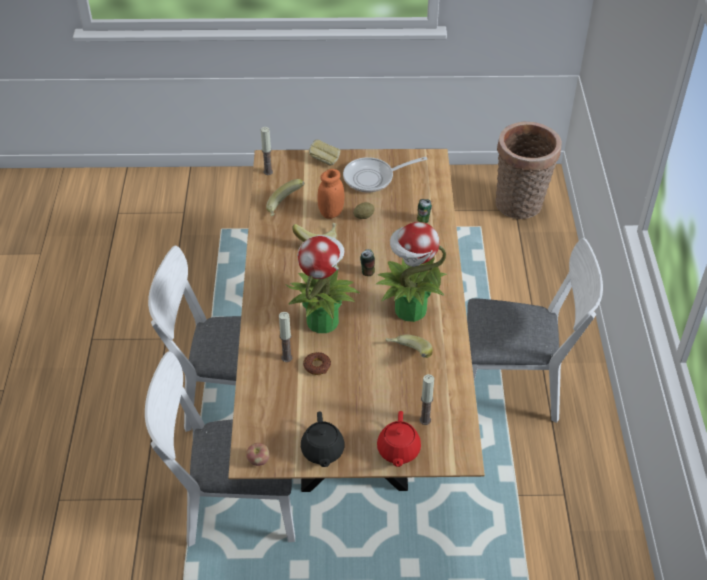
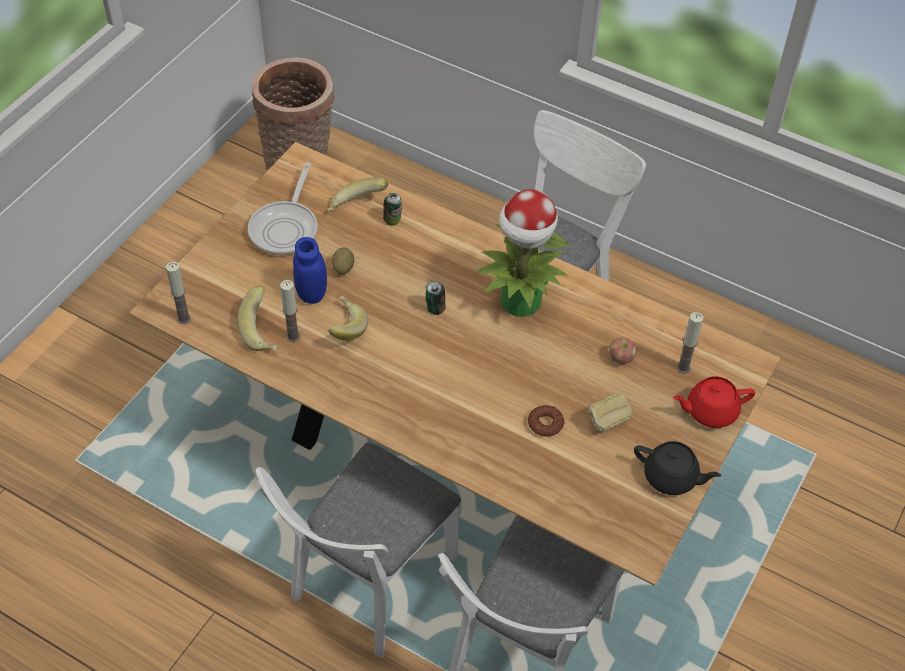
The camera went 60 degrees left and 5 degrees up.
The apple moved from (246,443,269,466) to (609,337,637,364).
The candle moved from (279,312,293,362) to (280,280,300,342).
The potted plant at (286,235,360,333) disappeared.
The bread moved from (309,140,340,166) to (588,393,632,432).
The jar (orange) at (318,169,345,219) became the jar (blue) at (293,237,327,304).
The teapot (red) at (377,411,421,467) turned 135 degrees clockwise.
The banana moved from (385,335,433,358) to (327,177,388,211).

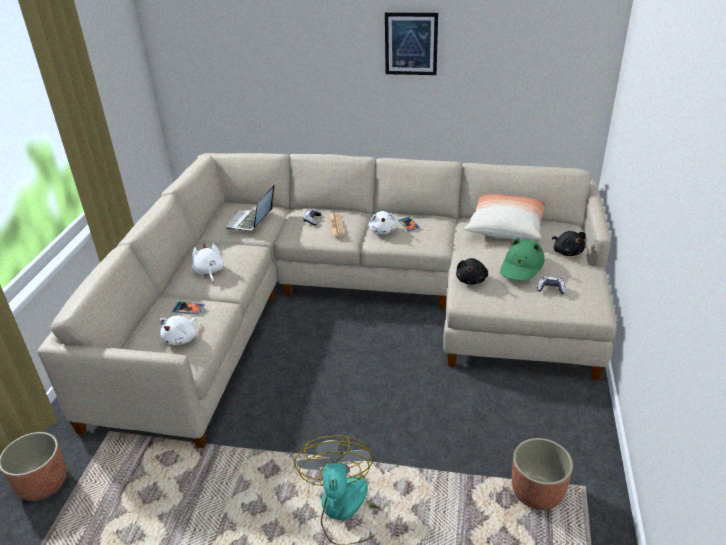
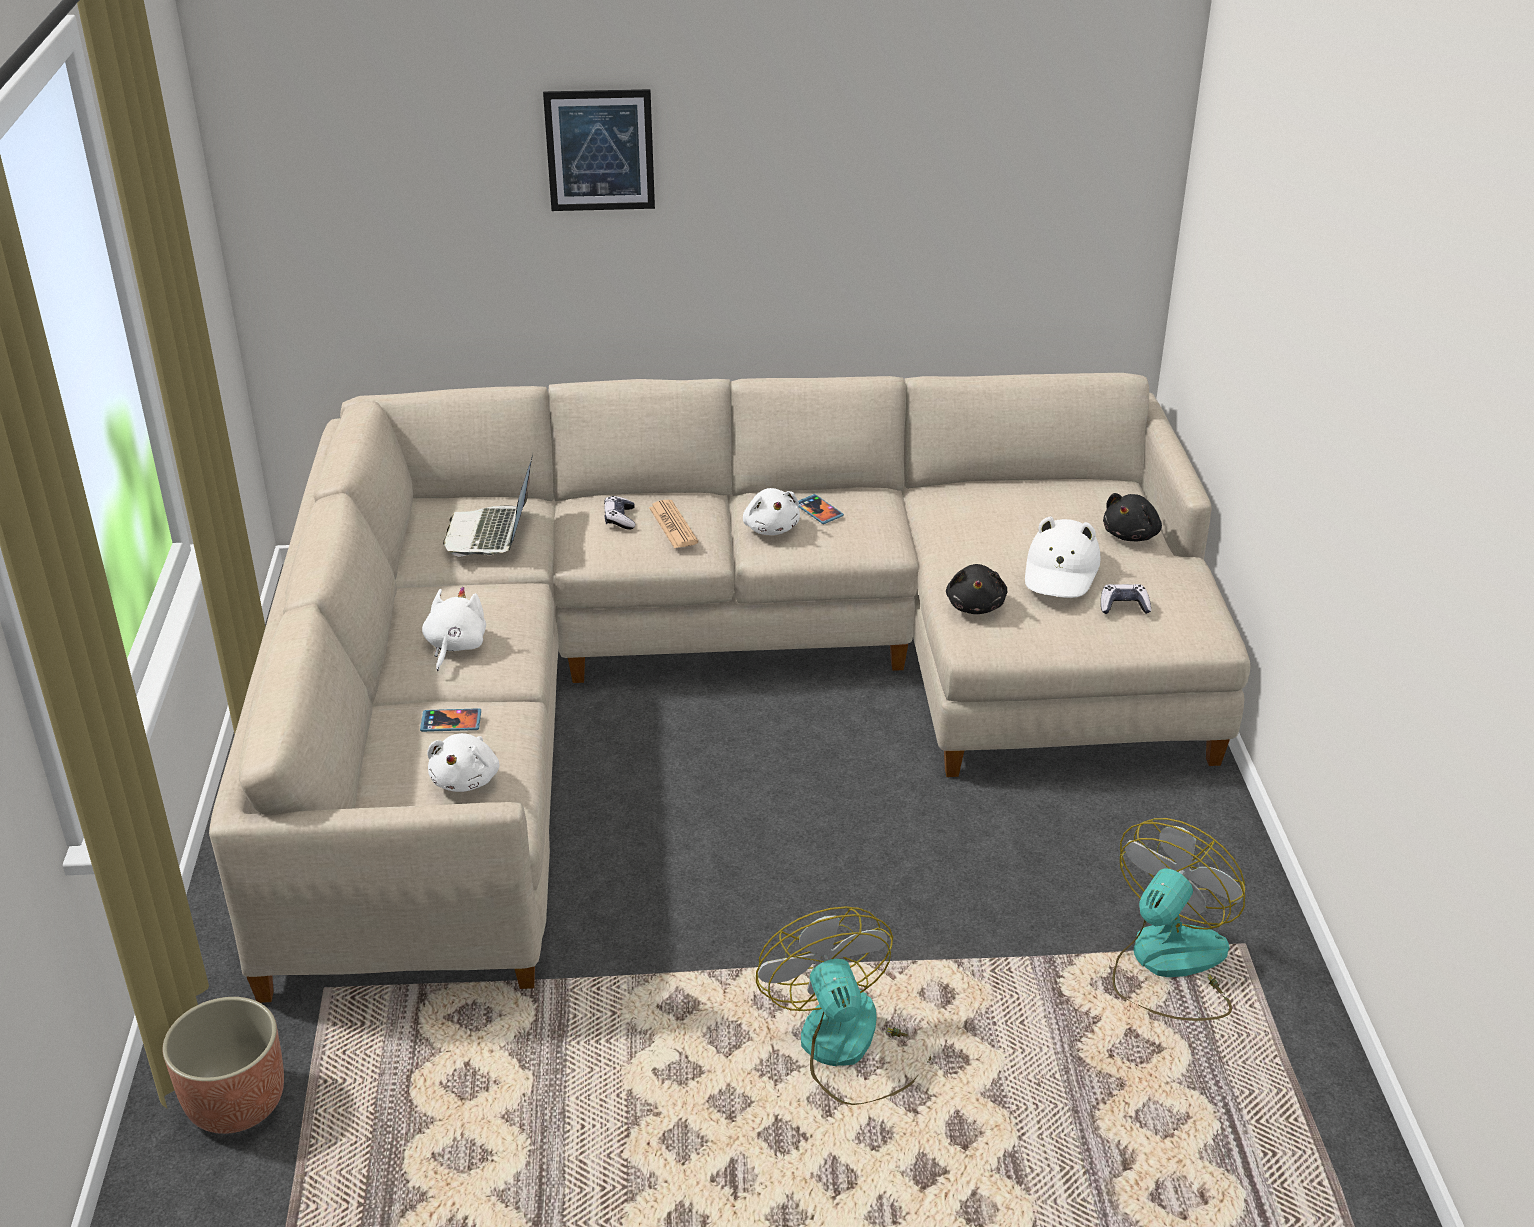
The camera went 15 degrees left and 0 degrees up.
The plush toy (white) at (192,243,224,283) turned 45 degrees clockwise.
The picture moved from (385,12,438,75) to (543,89,655,211).
The pillow at (464,194,546,240) disappeared.
The hat (green) at (500,237,545,281) became the hat (white) at (1025,517,1101,598).
The planter at (512,438,573,510) was replaced by the fan at (1112,818,1245,1021).
The plush toy (black) at (552,231,586,256) turned 75 degrees clockwise.

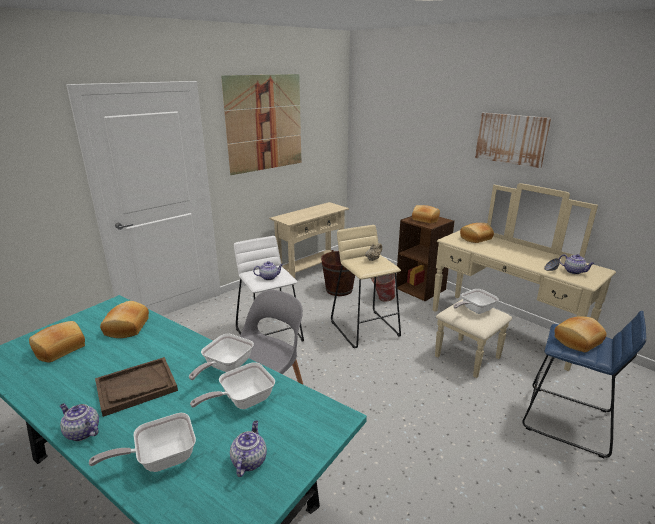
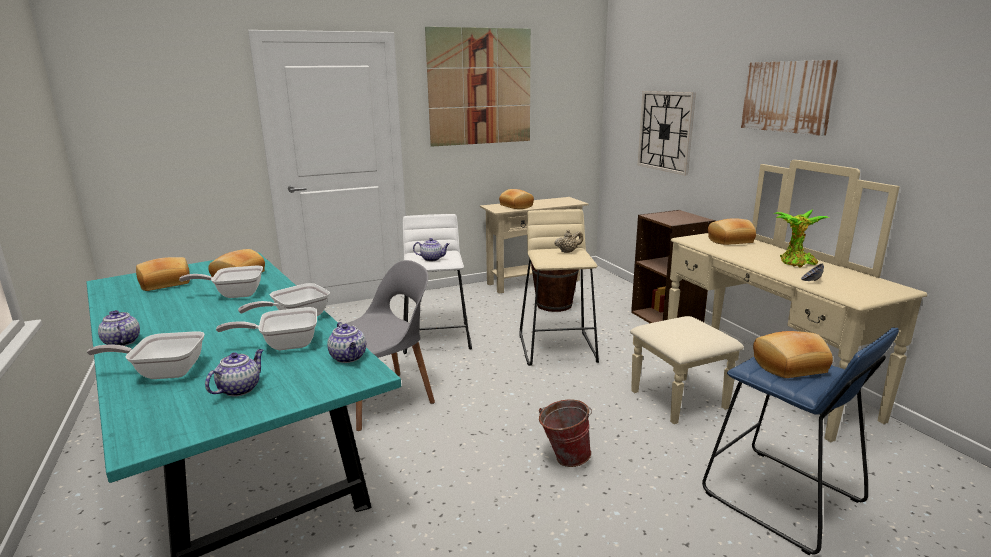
The camera went 20 degrees right and 5 degrees down.
The tray (brown) at (95,357,178,417) disappeared.
The bucket moved from (371,273,395,302) to (539,400,592,467).
The bread moved from (412,205,440,223) to (499,189,534,209).
The frying pan moved from (454,289,499,314) to (179,266,263,298).
The teapot moved from (559,254,595,274) to (327,322,366,363).
The wall clock at (638,91,696,175) appeared.
The potted plant at (773,209,829,268) appeared.

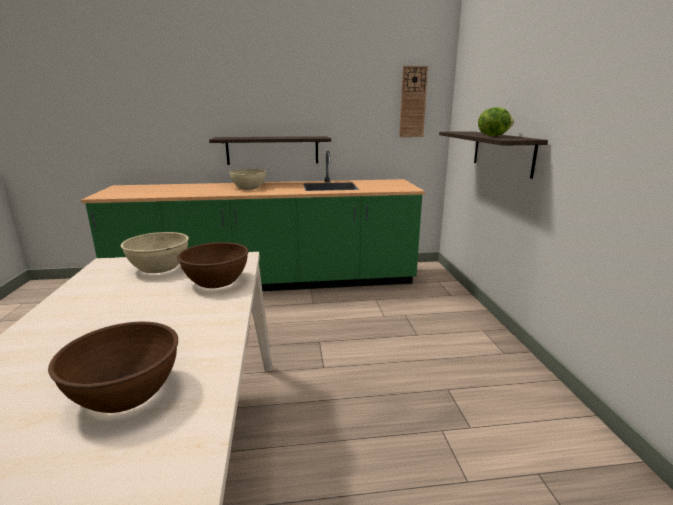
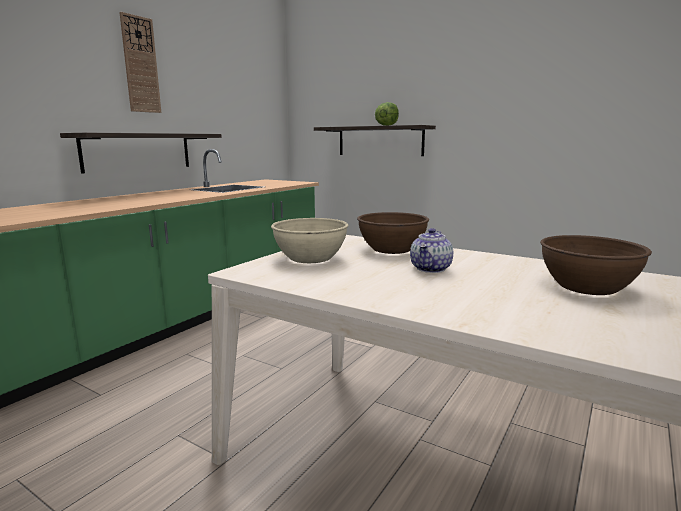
The camera went 50 degrees left and 5 degrees down.
The bowl (beige) at (229,169,266,190) disappeared.
The wall clock moved from (399,66,428,137) to (119,12,161,113).
The teapot at (410,228,453,273) appeared.

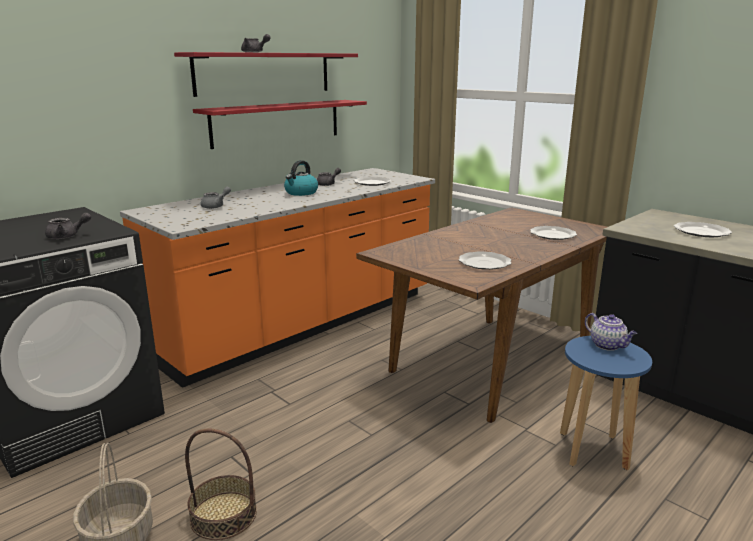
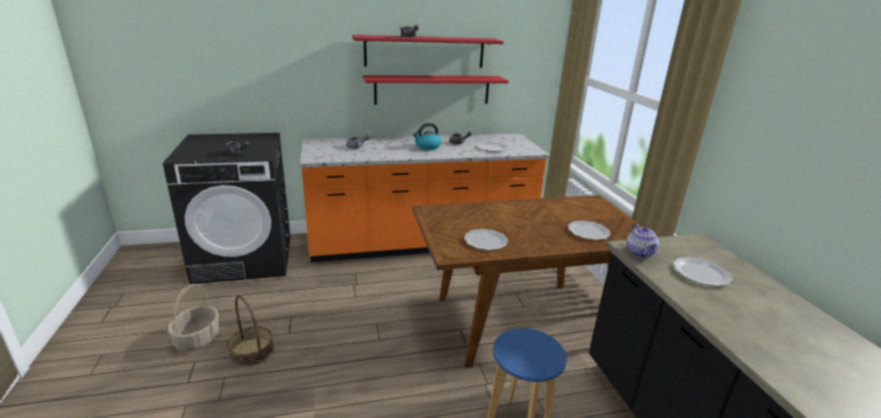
The camera went 30 degrees right and 5 degrees up.
The teapot moved from (585,313,637,351) to (626,223,659,258).

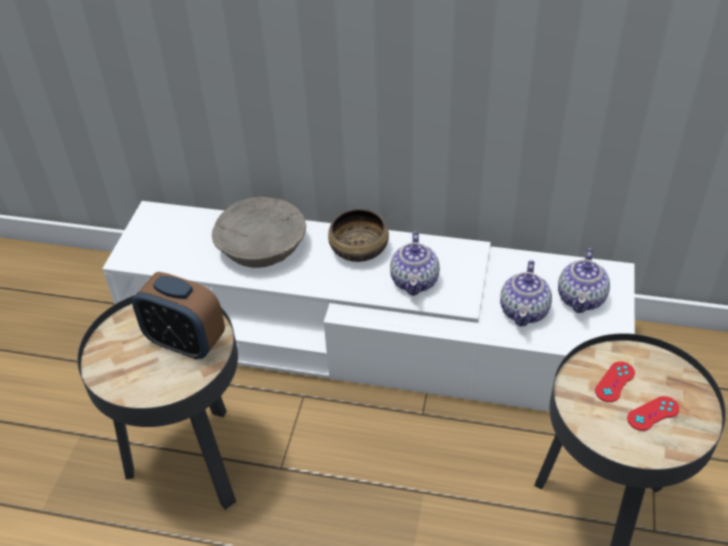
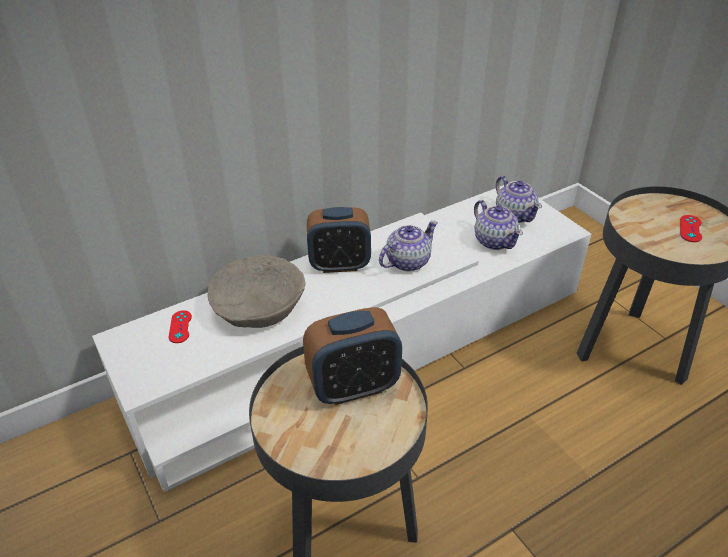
The camera went 45 degrees left and 5 degrees down.
The bowl at (328,209,389,262) was replaced by the alarm clock at (307,207,371,273).
The teapot at (390,231,440,296) turned 90 degrees counterclockwise.
The game controller (red) moved from (595,362,635,402) to (169,310,192,343).

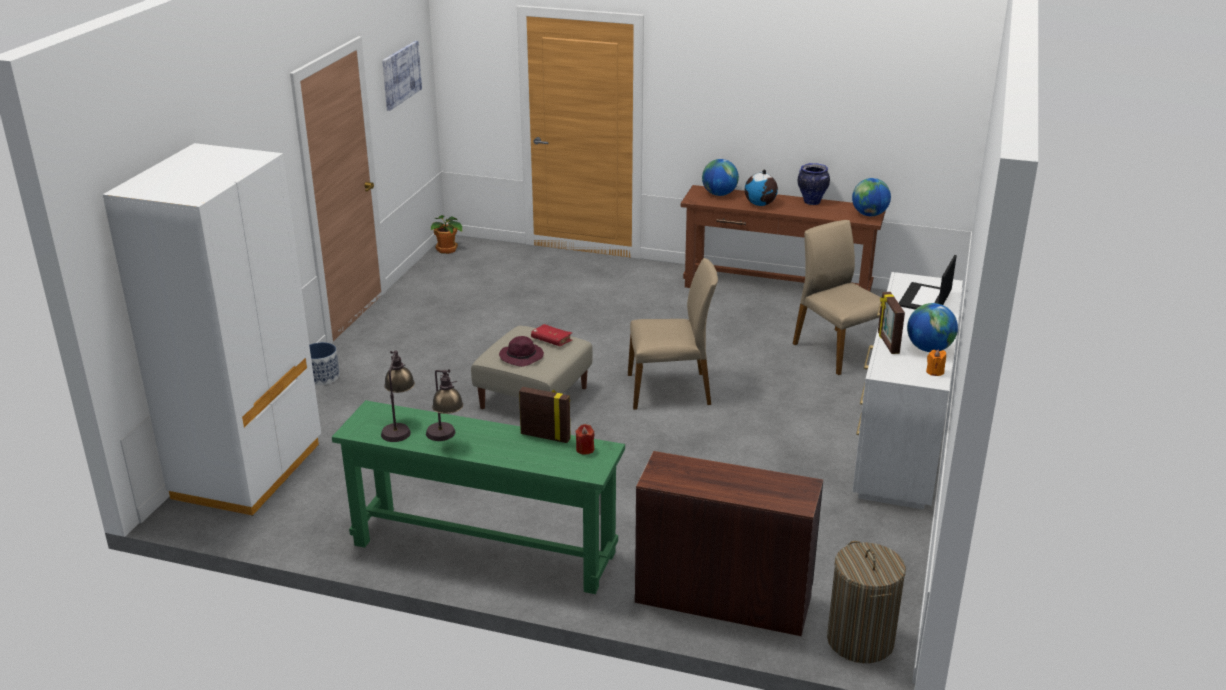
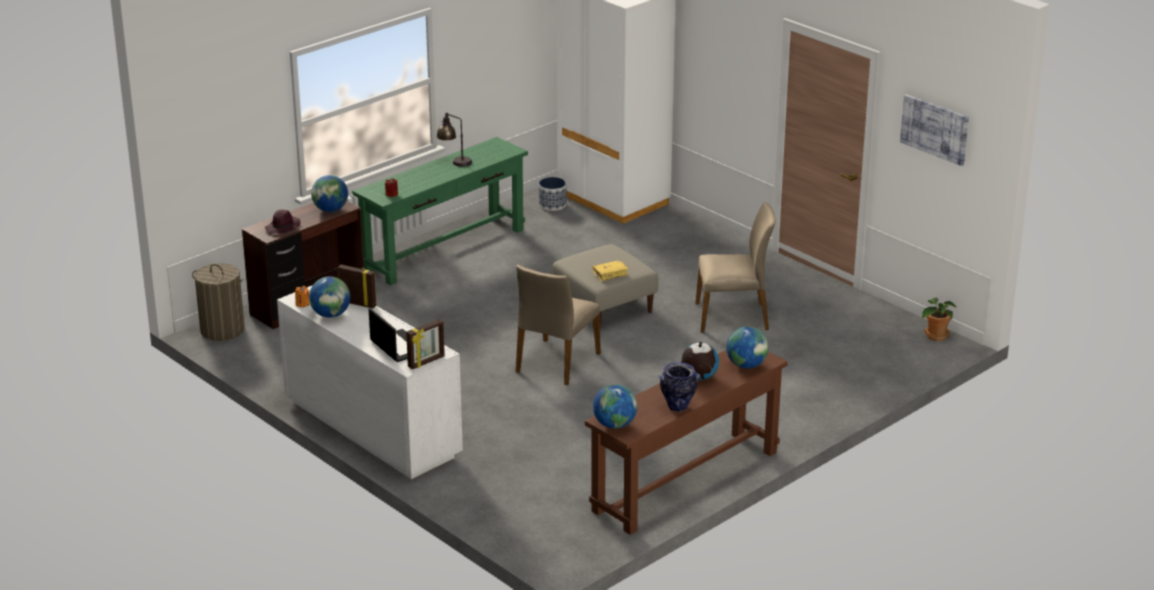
The camera went 120 degrees right and 0 degrees up.
The planter moved from (309,342,340,385) to (539,177,566,211).
The table lamp at (381,351,415,442) disappeared.
The hat (purple) moved from (499,336,544,367) to (265,210,301,234).
The picture frame moved from (519,387,571,443) to (406,319,445,369).
The book (red) at (531,324,572,346) became the book (yellow) at (593,260,628,281).
The chair (beige) moved from (793,220,881,375) to (696,202,776,333).
The globe at (311,175,348,212) appeared.

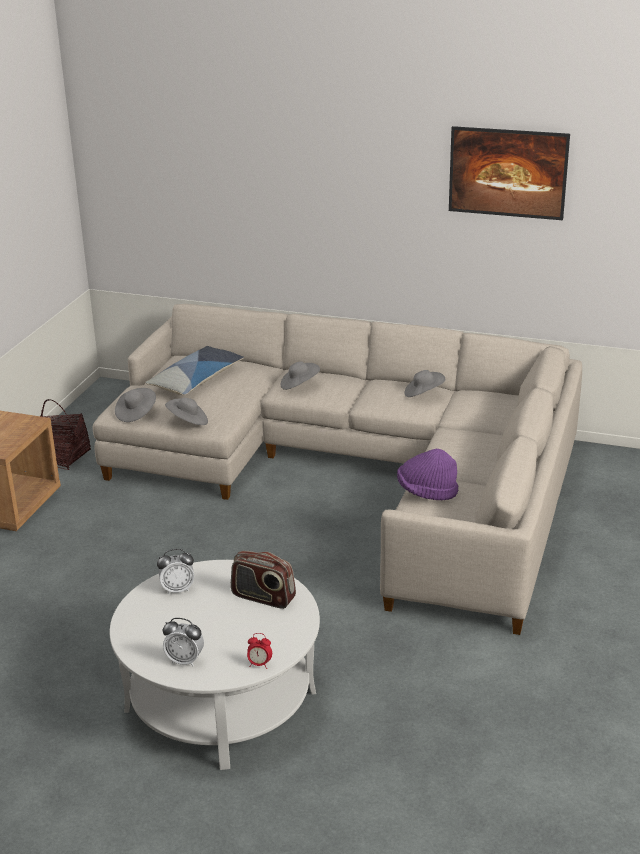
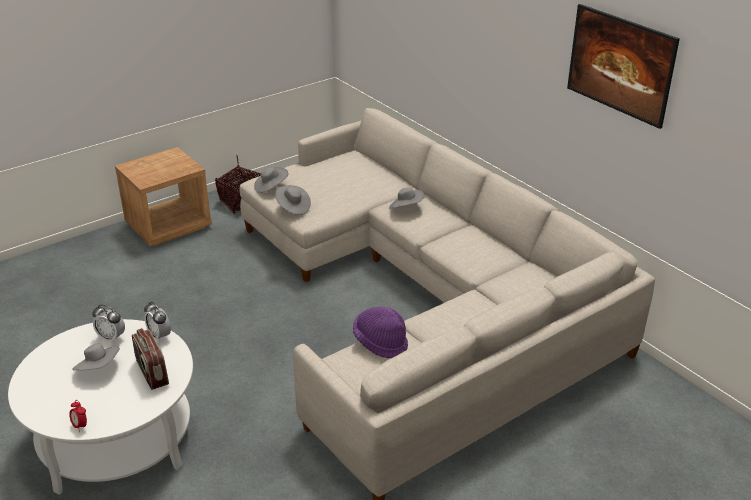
The camera went 35 degrees right and 5 degrees up.
The pillow at (145,346,244,395) disappeared.
The alarm clock moved from (163,618,204,666) to (144,302,171,343).
The hat (grey) moved from (404,370,445,397) to (72,344,120,370).

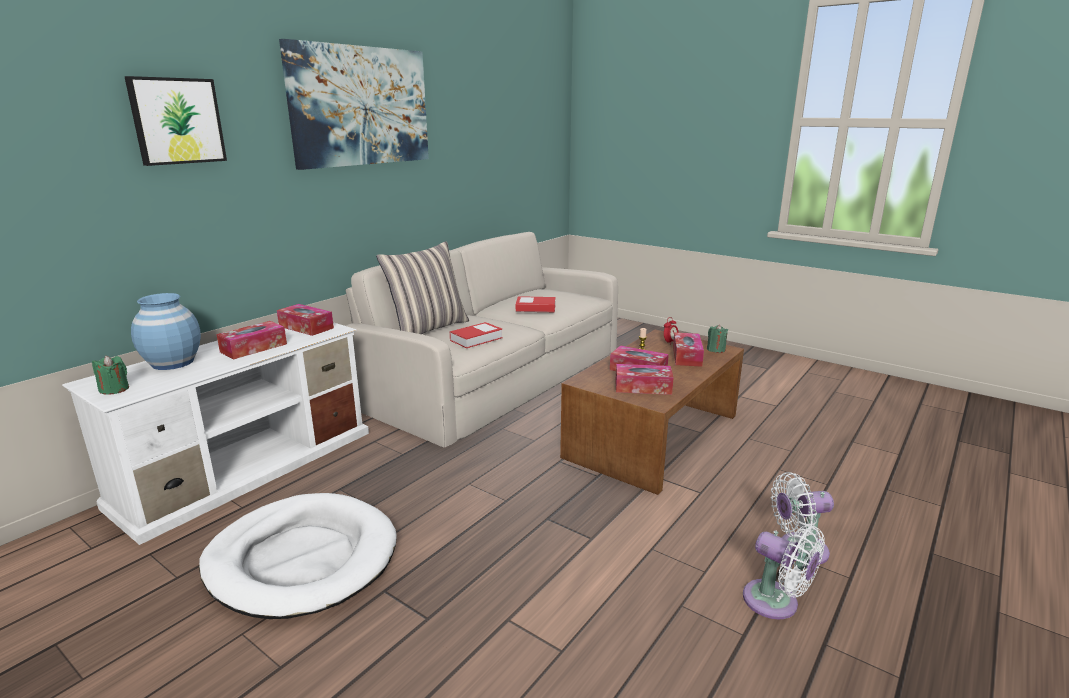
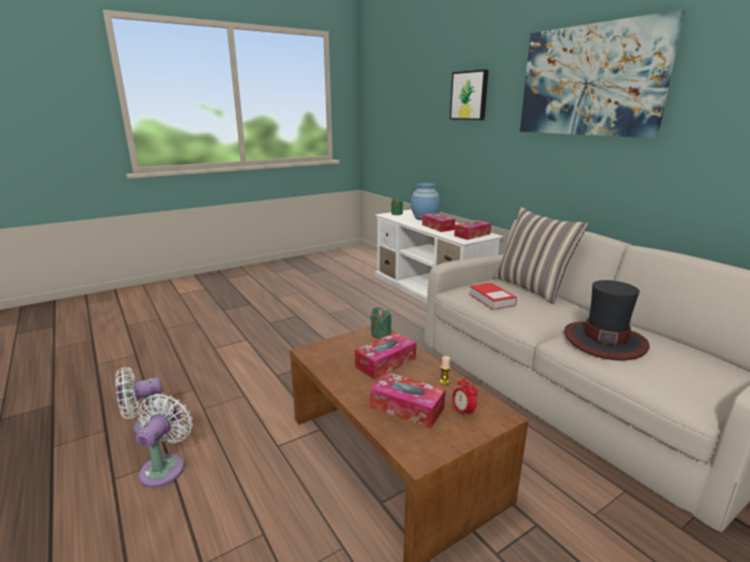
The camera went 110 degrees right and 0 degrees up.
The dog bed (white) at (199,493,397,619) disappeared.
The book at (516,296,556,312) was replaced by the hat at (564,280,650,361).
The tissue box at (615,364,674,395) disappeared.
The candle (green) moved from (707,325,728,353) to (370,307,392,339).

